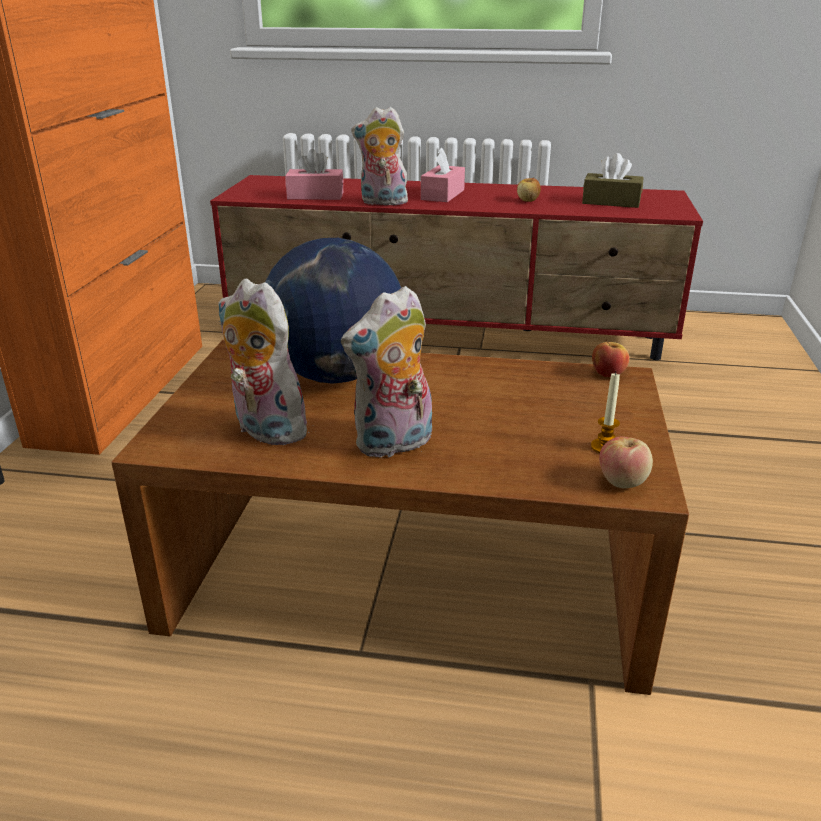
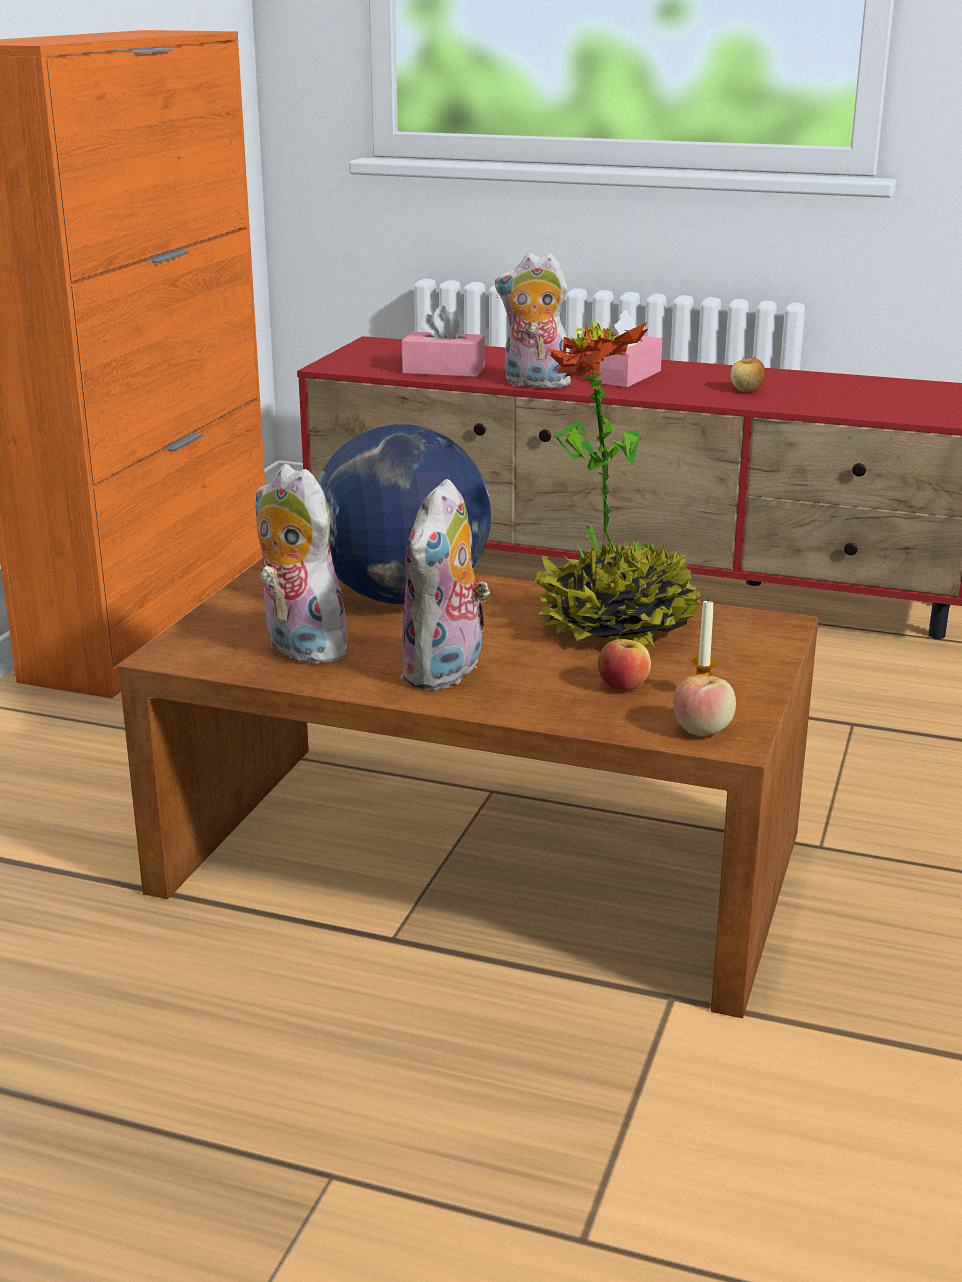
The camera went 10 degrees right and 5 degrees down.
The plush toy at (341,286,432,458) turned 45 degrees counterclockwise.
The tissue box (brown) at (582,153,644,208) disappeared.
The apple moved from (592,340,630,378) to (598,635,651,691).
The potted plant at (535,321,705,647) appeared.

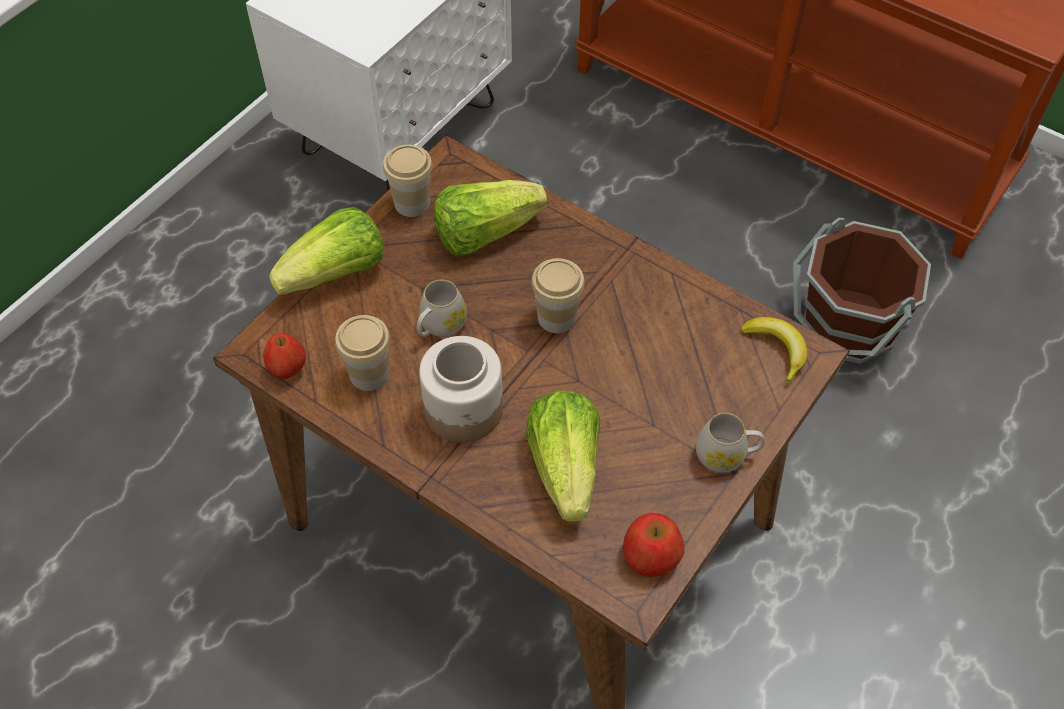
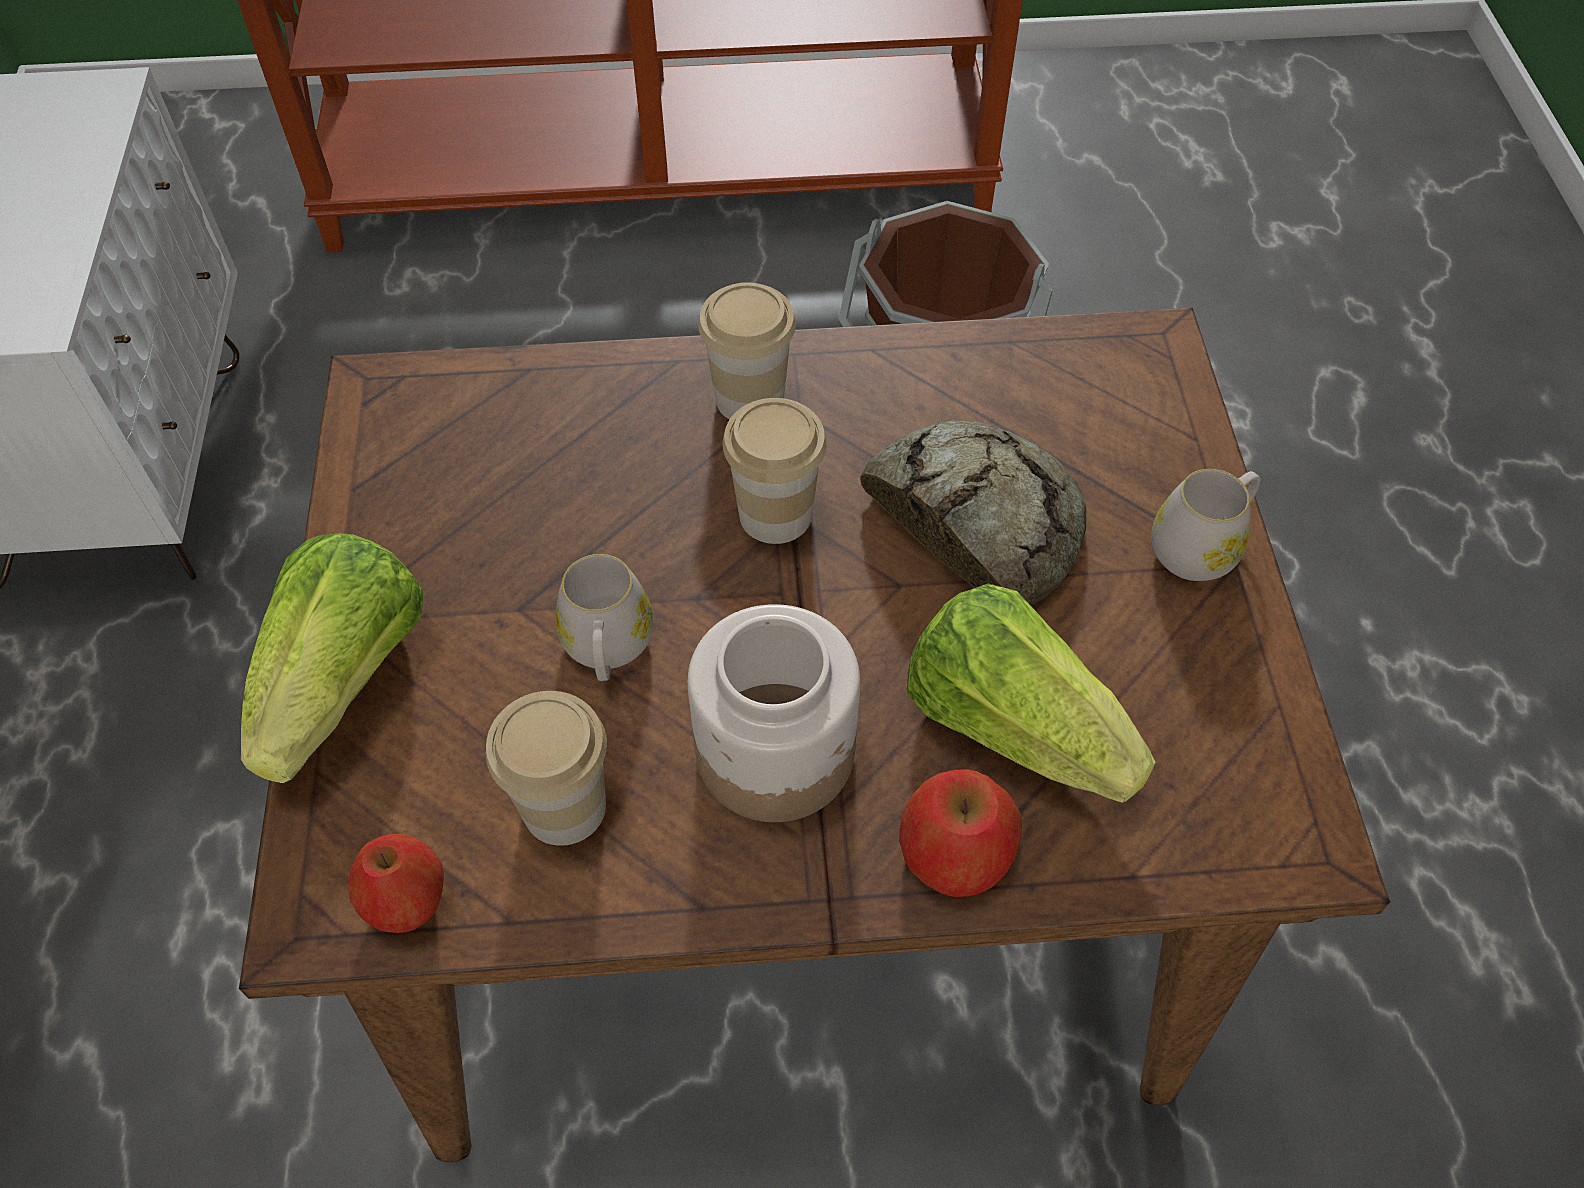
The camera went 40 degrees left and 0 degrees up.
The cup moved from (383,145,433,217) to (698,282,796,420).
The lettuce at (434,180,547,256) disappeared.
The apple moved from (623,513,684,577) to (899,769,1022,897).
The banana at (740,317,808,384) disappeared.
The bread at (860,421,1086,606) appeared.

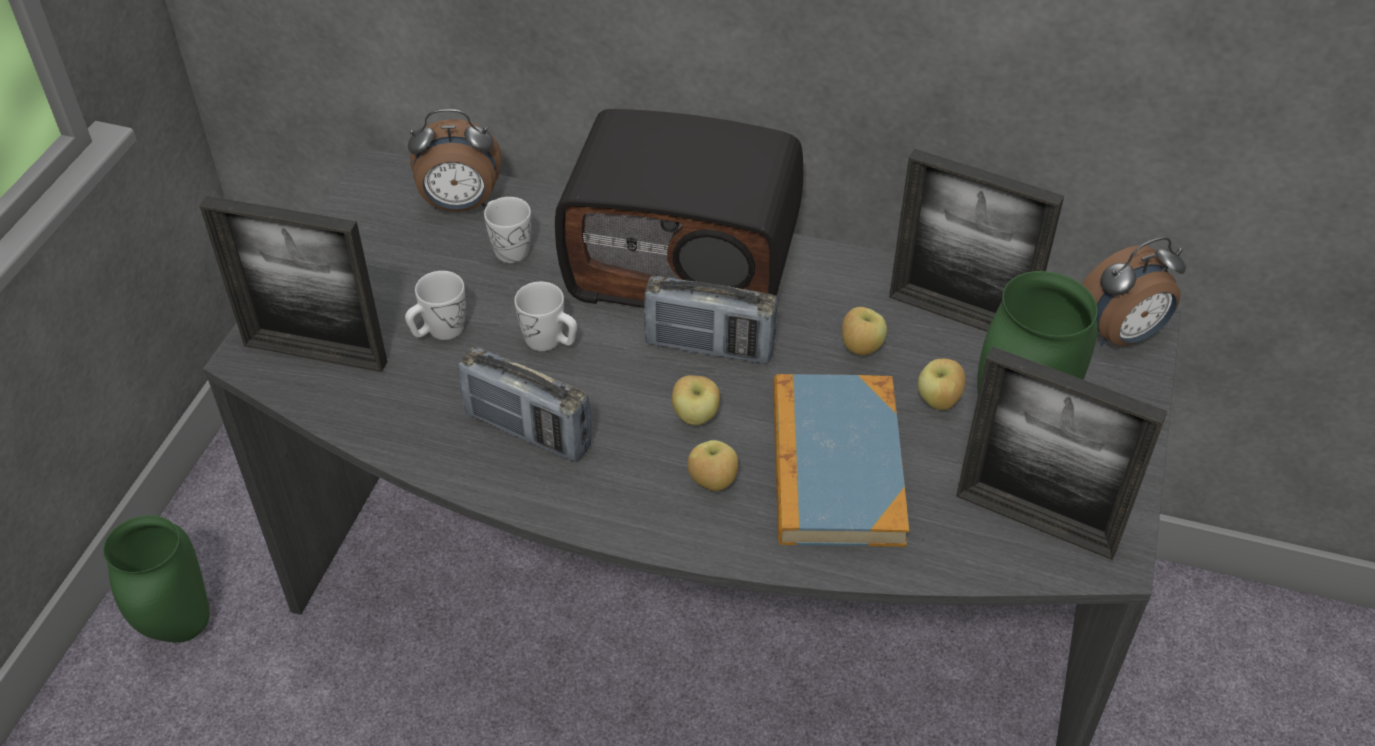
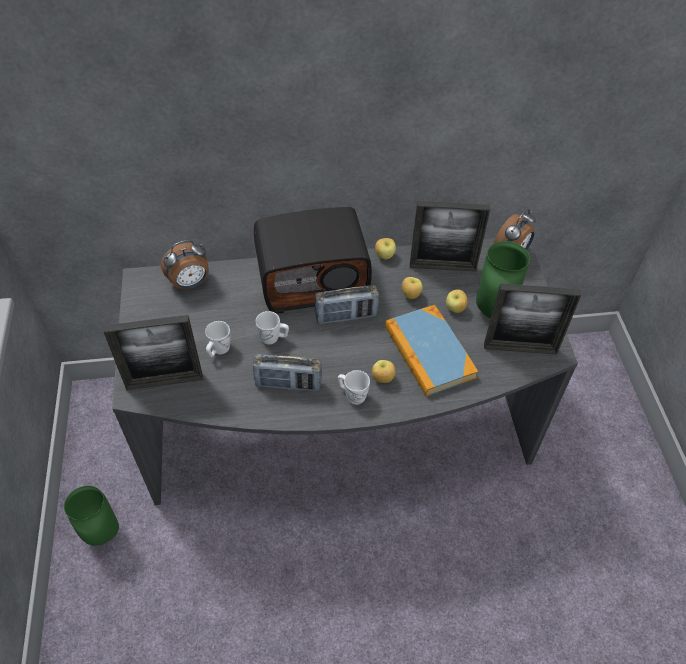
The camera went 25 degrees left and 5 degrees up.
The mug (white) moved from (484,197,531,263) to (338,370,370,405).
The apple moved from (672,375,720,426) to (375,238,396,259).

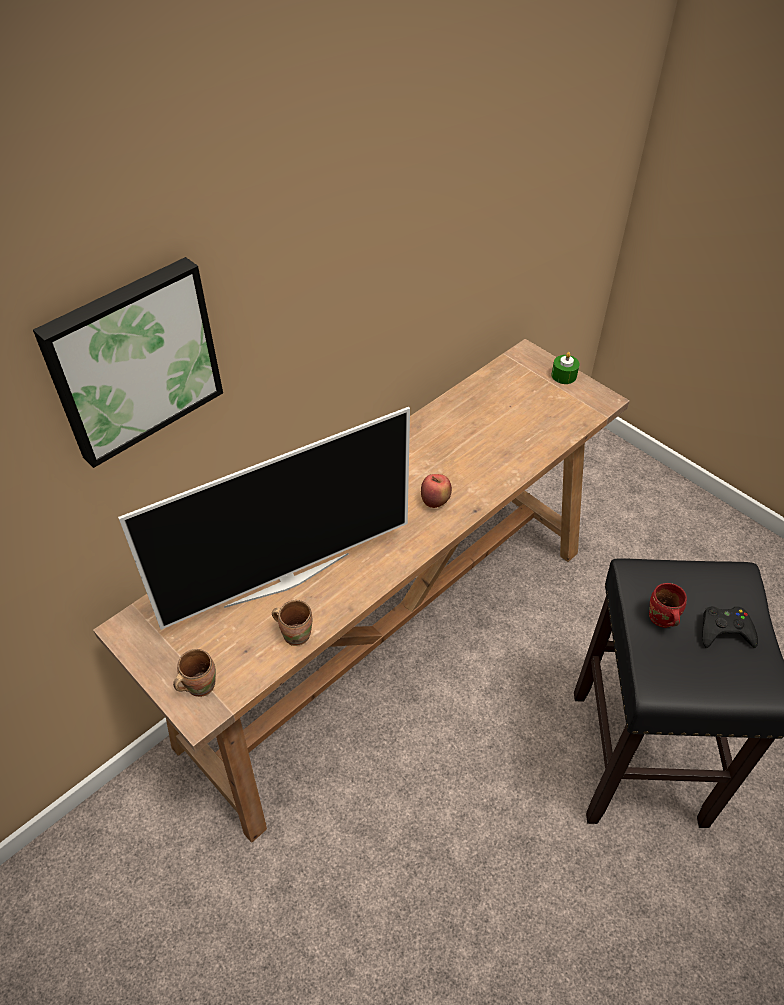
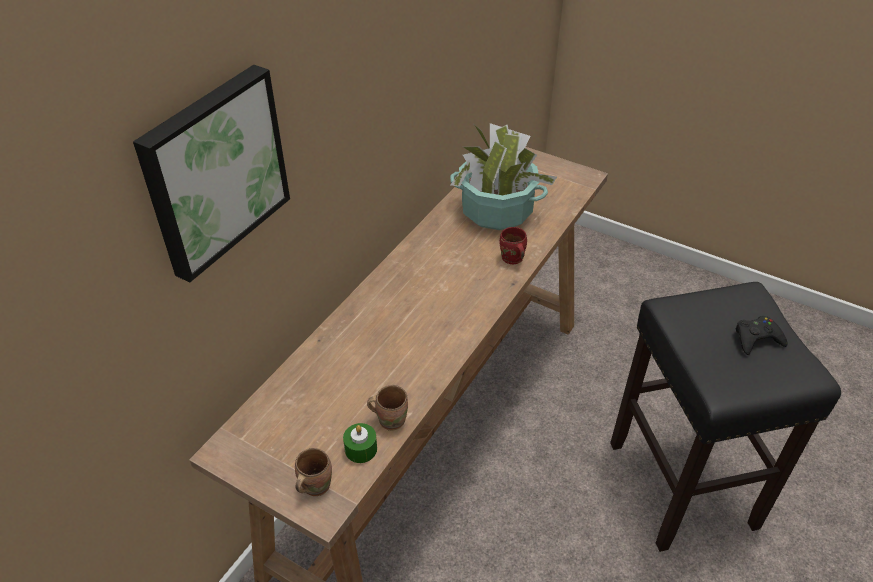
The camera went 15 degrees left and 5 degrees down.
The television at (118,407,410,630) disappeared.
The apple at (421,474,452,508) disappeared.
The candle (green) moved from (552,352,579,384) to (343,423,377,463).
The mug (red) moved from (649,583,687,628) to (500,227,527,264).
The potted plant at (450,123,557,230) appeared.

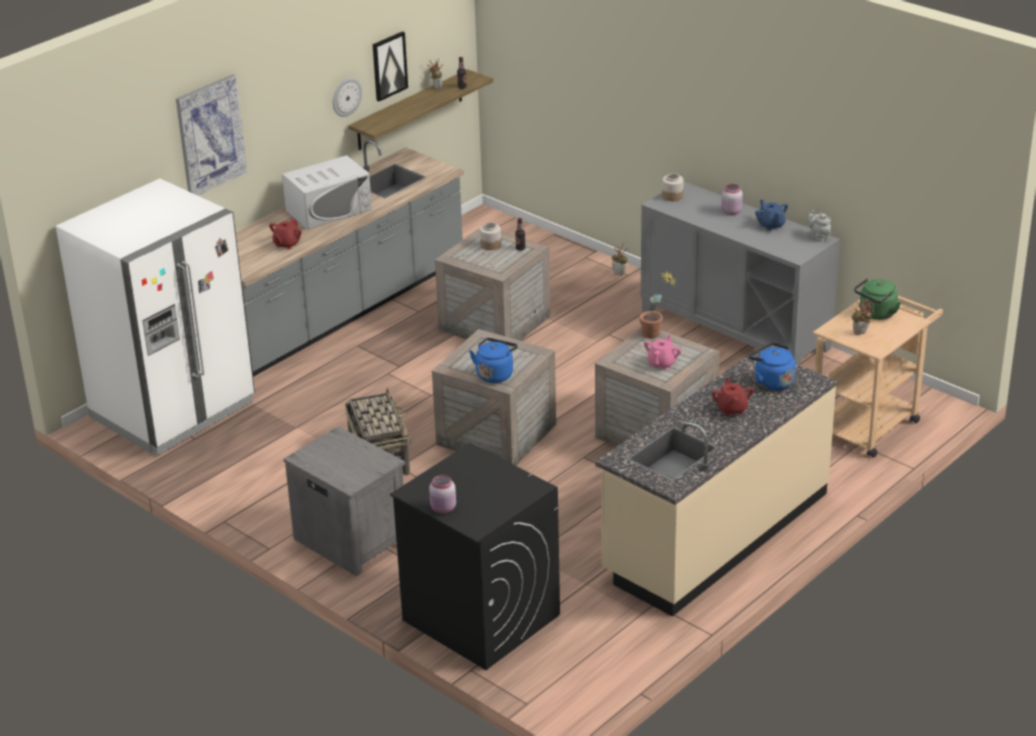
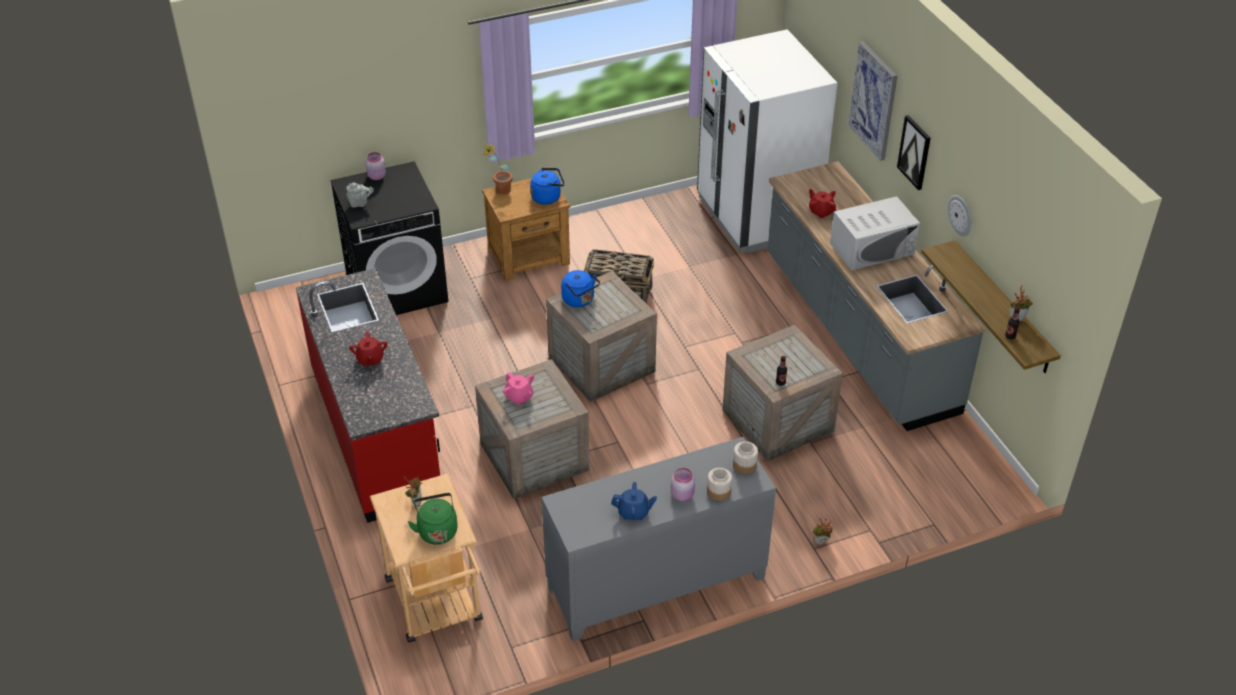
The camera went 115 degrees right and 10 degrees up.
The microwave (white) at (282,155,372,229) turned 105 degrees counterclockwise.
The nightstand (grey) at (283,426,405,576) became the nightstand (brown) at (482,178,570,280).
The picture moved from (372,31,408,101) to (897,115,931,190).
The jar moved from (480,222,501,250) to (707,468,732,501).
The counter (beige) at (595,348,837,617) became the counter (red) at (296,268,440,523).
The potted plant moved from (639,272,676,339) to (483,143,513,194).
The teapot (red) at (711,378,754,416) turned 60 degrees clockwise.
The kettle (blue) moved from (748,342,796,391) to (530,168,564,205).
The teapot (grey) moved from (808,210,831,242) to (346,183,374,208).

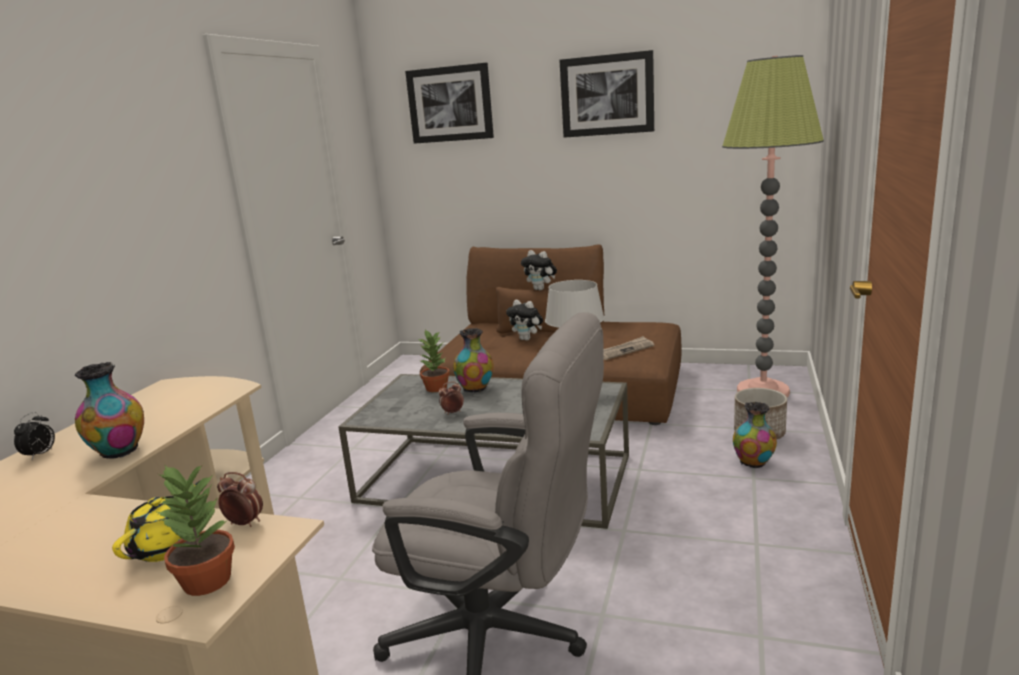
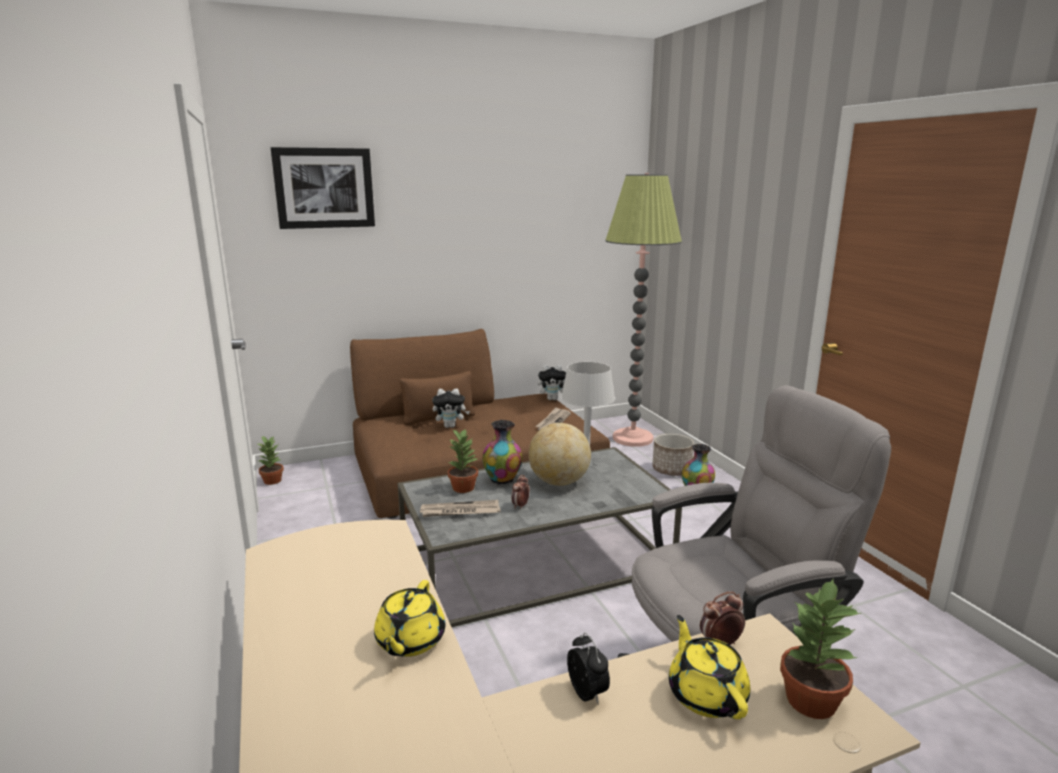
The camera went 40 degrees left and 0 degrees up.
The alarm clock moved from (14,412,55,460) to (567,632,610,705).
The vase at (75,362,144,459) was replaced by the teapot (yellow) at (374,580,445,657).
The plush toy moved from (521,250,557,290) to (538,365,566,400).
The picture at (559,50,654,138) disappeared.
The potted plant at (256,436,284,485) appeared.
The newspaper at (419,500,500,517) appeared.
The globe at (528,423,591,486) appeared.

